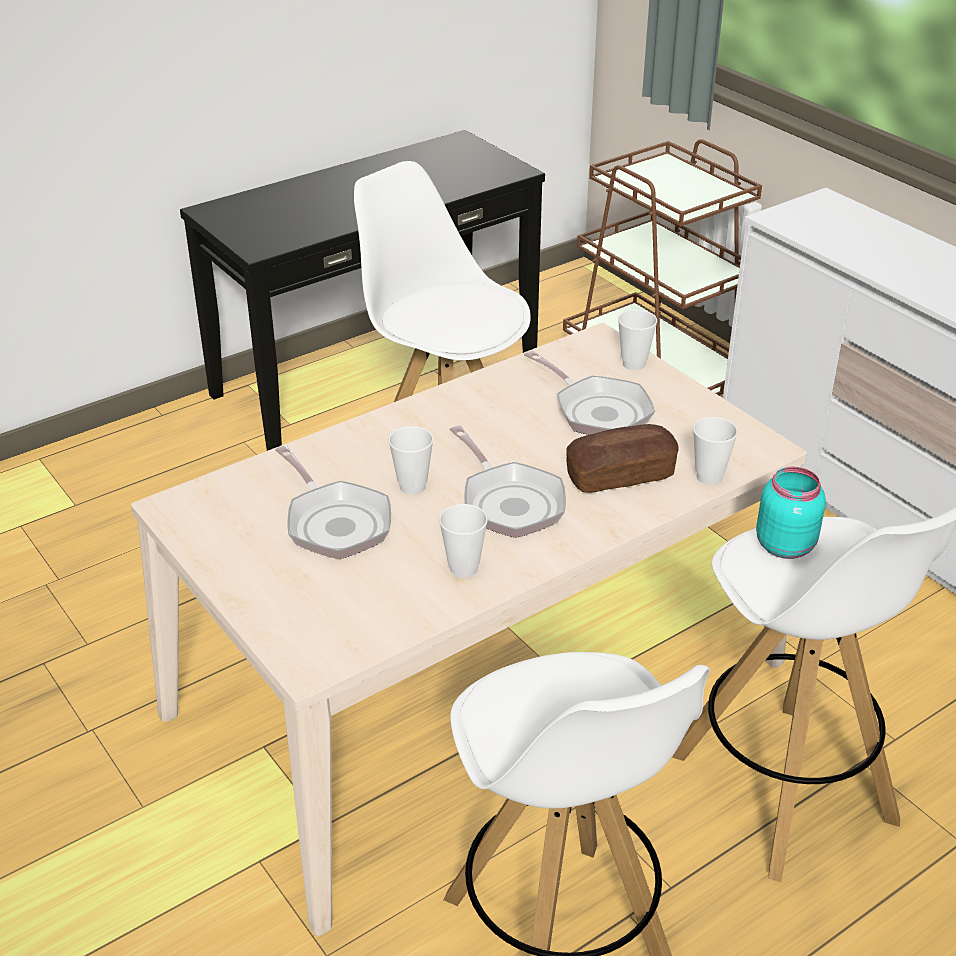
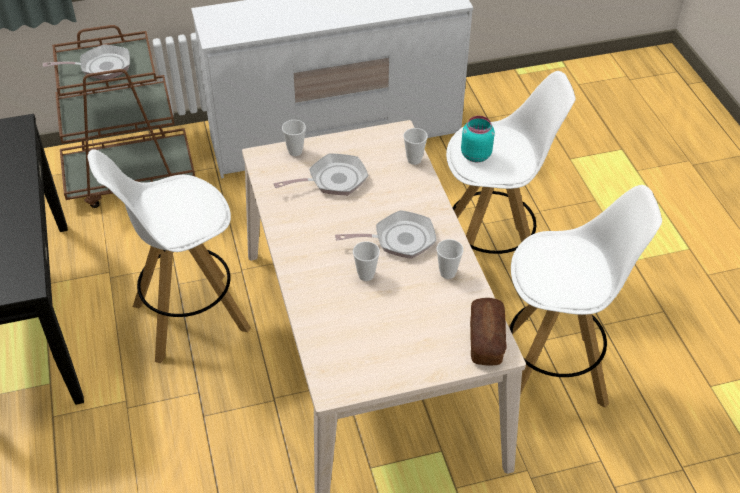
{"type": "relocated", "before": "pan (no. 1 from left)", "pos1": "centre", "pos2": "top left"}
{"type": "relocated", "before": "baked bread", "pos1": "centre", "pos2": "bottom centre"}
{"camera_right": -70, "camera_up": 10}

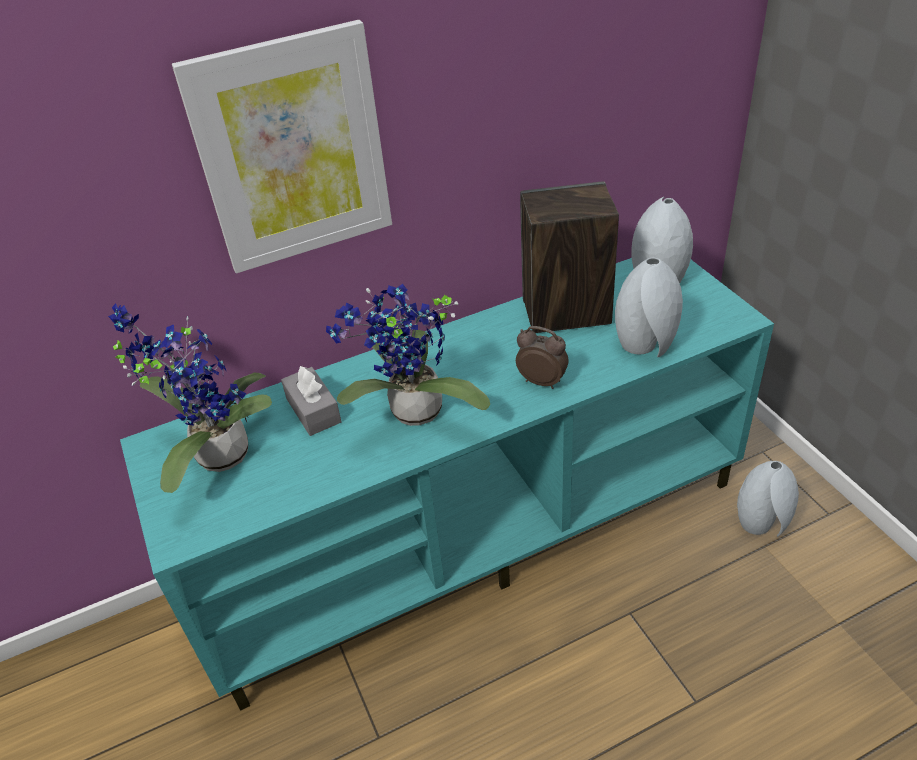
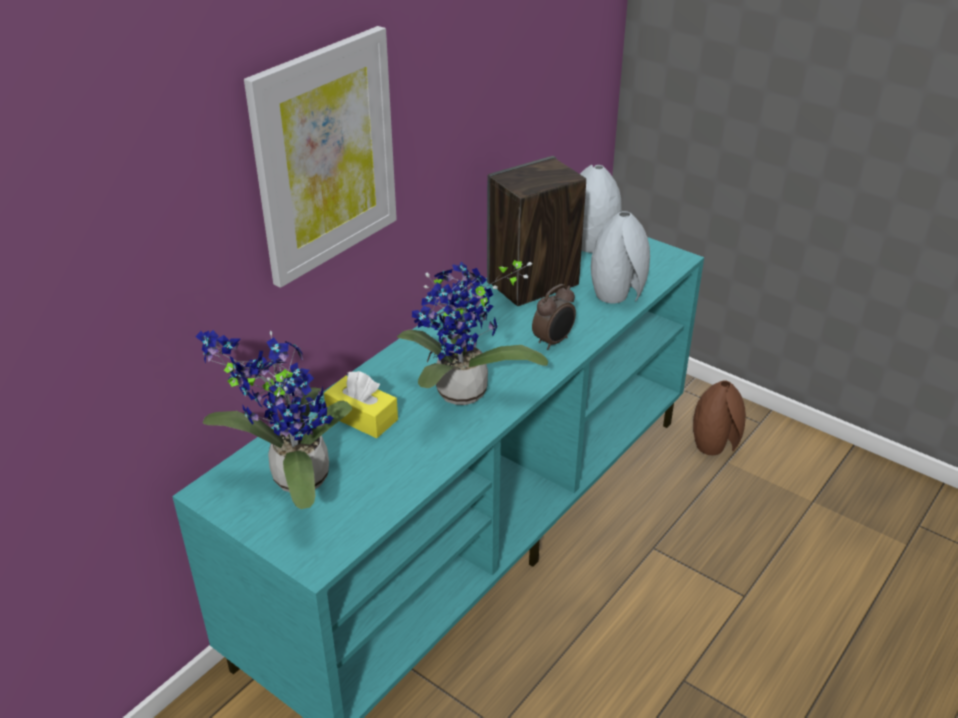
{"type": "colour", "before": "box of tissues (greyish)", "after": "box of tissues (yellowish)", "pos1": "centre", "pos2": "centre"}
{"type": "spun", "before": "table clock", "pos1": "centre", "pos2": "centre", "turn": 135}
{"type": "colour", "before": "flower vase (greyish) (no. 3 from left)", "after": "flower vase (brown-coloured)", "pos1": "middle right", "pos2": "middle right"}
{"camera_right": -30, "camera_up": -5}

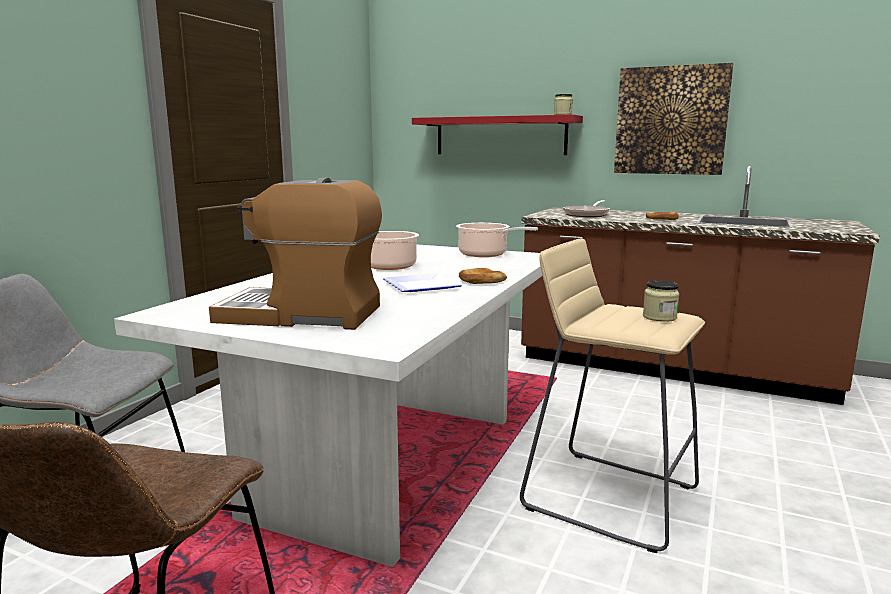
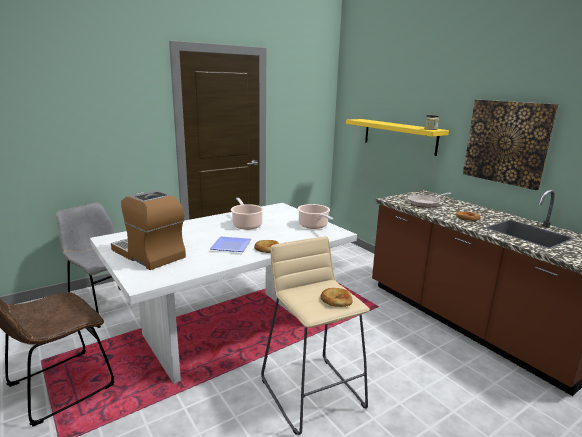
{"type": "exchanged", "before": "preserve jar (no. 2 from left)", "after": "baked bread (no. 2 from left)", "pos1": "middle right", "pos2": "bottom centre"}
{"type": "colour", "before": "shelf (reddish)", "after": "shelf (yellowish)", "pos1": "top centre", "pos2": "top right"}
{"camera_right": 30, "camera_up": 5}

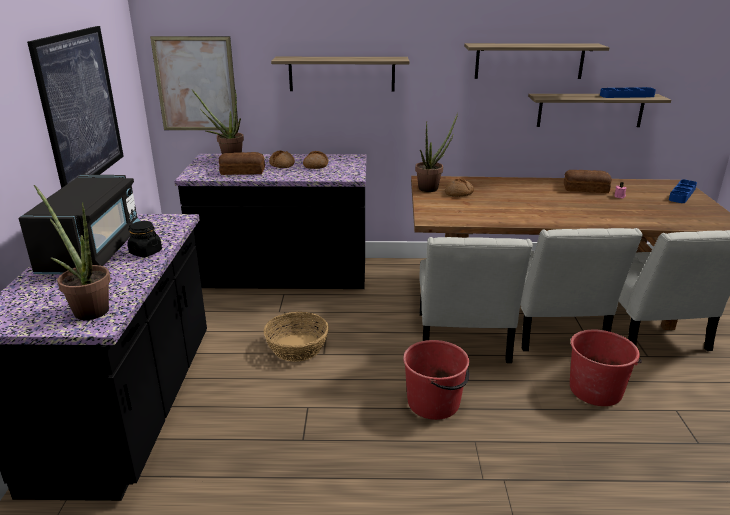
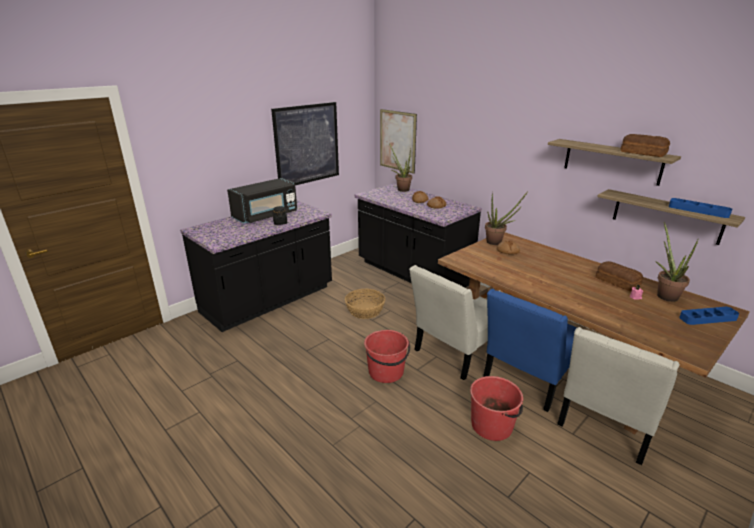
{"type": "colour", "before": "upright chair (whitish) (no. 2 from left)", "after": "upright chair (blue-coloured)", "pos1": "middle right", "pos2": "middle right"}
{"type": "relocated", "before": "baked bread (no. 1 from left in the first image)", "after": "baked bread (no. 5 from left)", "pos1": "top left", "pos2": "top right"}
{"type": "relocated", "before": "houseplant (no. 1 from left in the first image)", "after": "houseplant (no. 3 from left)", "pos1": "middle left", "pos2": "middle right"}
{"type": "missing", "before": "shelf (no. 1 from left)", "pos1": "top centre"}
{"camera_right": 45, "camera_up": 0}

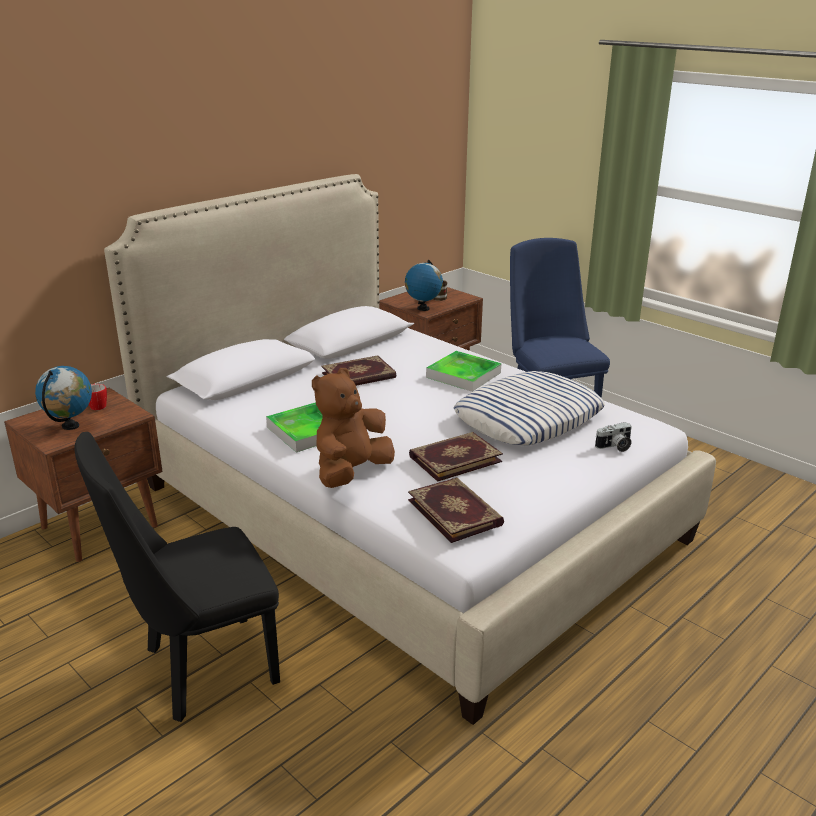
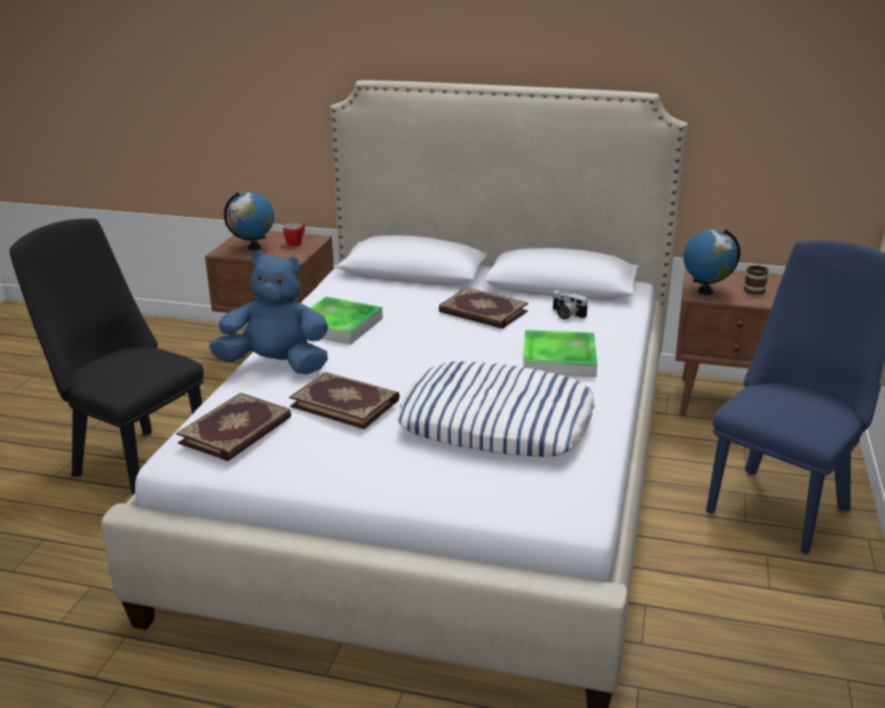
{"type": "colour", "before": "plush toy (brown-coloured)", "after": "plush toy (blue-coloured)", "pos1": "centre", "pos2": "middle left"}
{"type": "relocated", "before": "still camera", "pos1": "middle right", "pos2": "centre"}
{"camera_right": 60, "camera_up": 0}

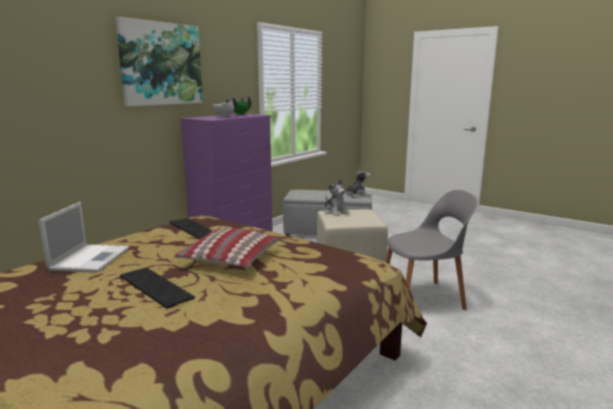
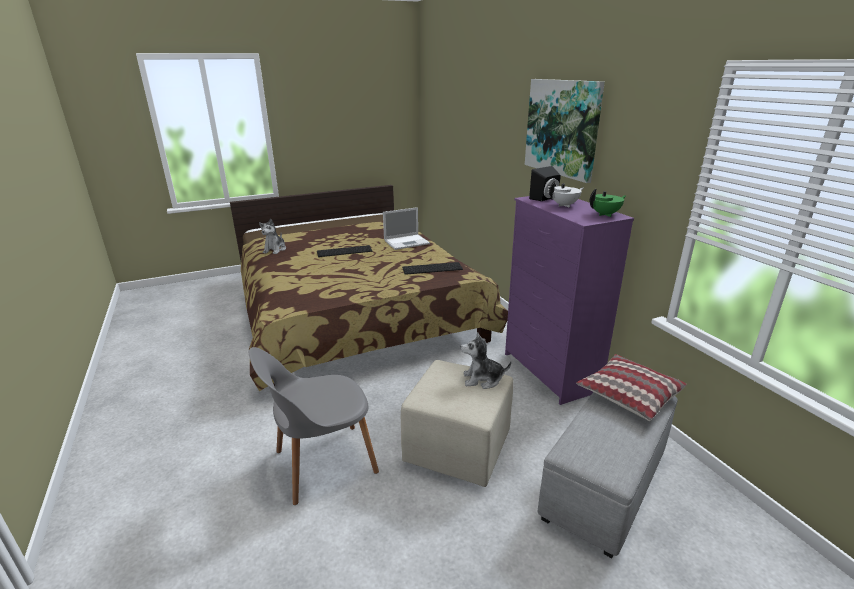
{"type": "spun", "before": "upright chair (greyish)", "pos1": "middle right", "pos2": "bottom centre", "turn": 45}
{"type": "relocated", "before": "plush toy (no. 2 from left in the first image)", "after": "plush toy (no. 1 from left)", "pos1": "centre", "pos2": "middle left"}
{"type": "spun", "before": "portable computer", "pos1": "middle left", "pos2": "centre", "turn": -60}
{"type": "appeared", "after": "audio speaker (black-coloured)", "pos2": "top centre"}
{"type": "relocated", "before": "pillow", "pos1": "centre", "pos2": "middle right"}
{"camera_right": 120, "camera_up": 10}

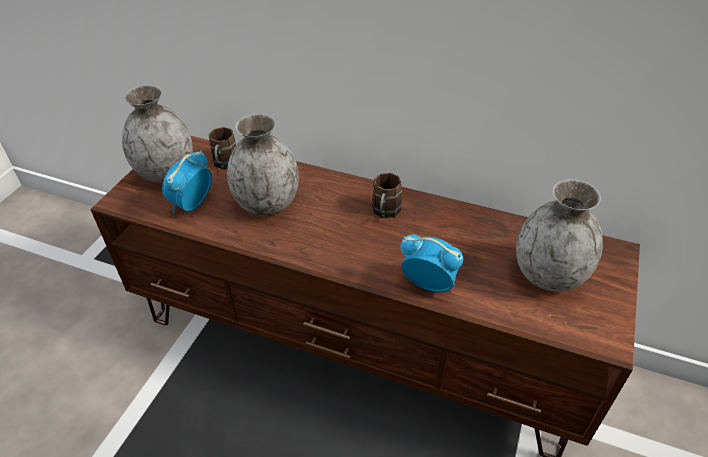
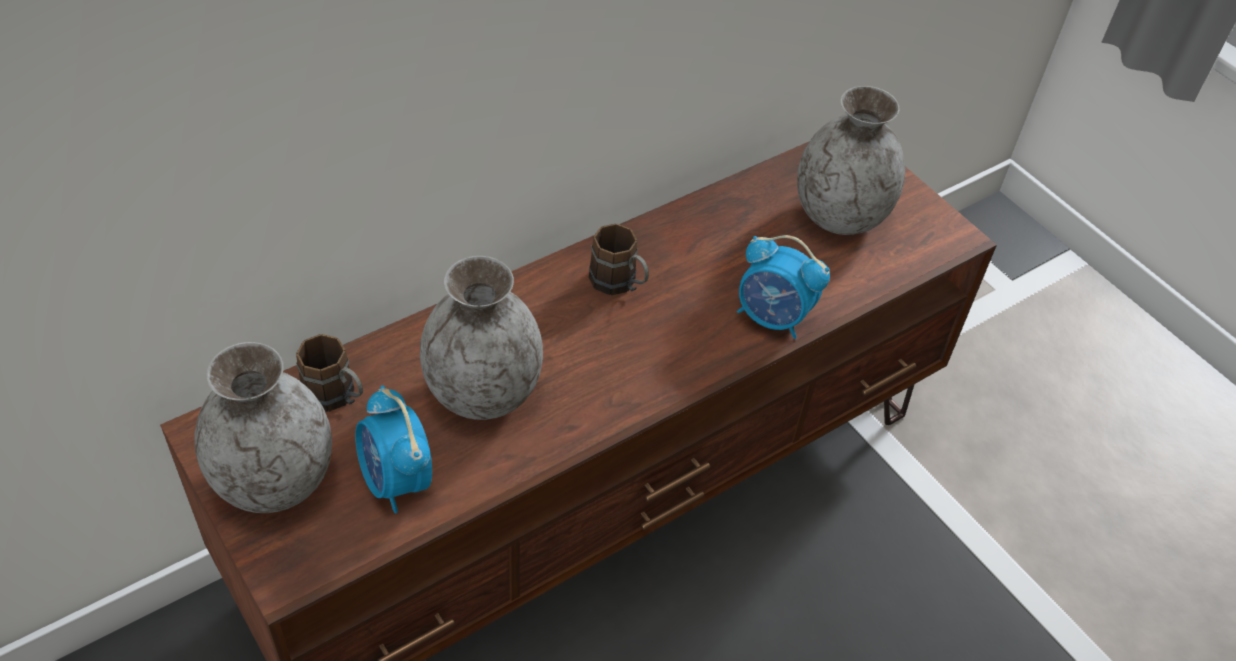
{"type": "spun", "before": "table clock (no. 2 from left)", "pos1": "centre", "pos2": "centre", "turn": -120}
{"camera_right": -60, "camera_up": 5}

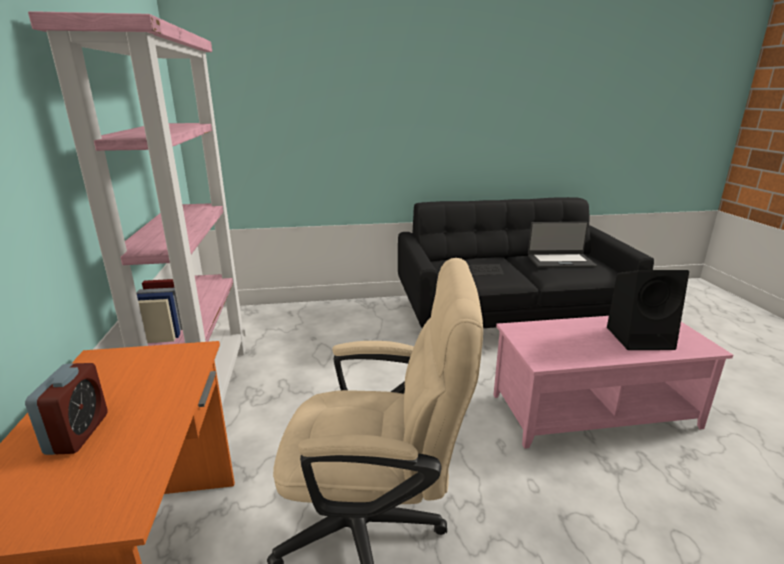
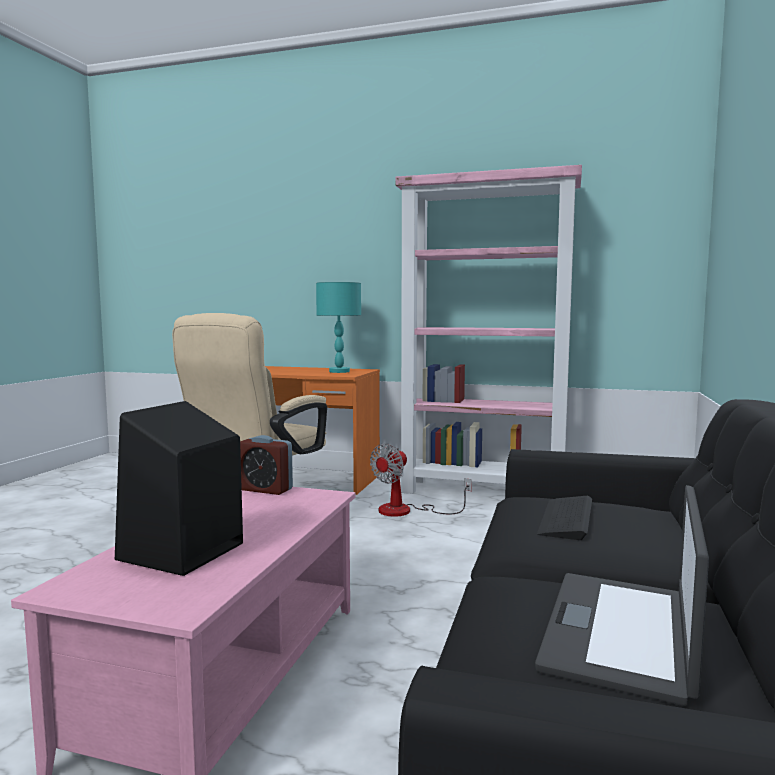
{"type": "relocated", "before": "table clock", "pos1": "bottom left", "pos2": "centre"}
{"type": "appeared", "after": "table lamp (turquoise-coloured)", "pos2": "centre"}
{"type": "appeared", "after": "fan", "pos2": "centre"}
{"camera_right": 115, "camera_up": -15}

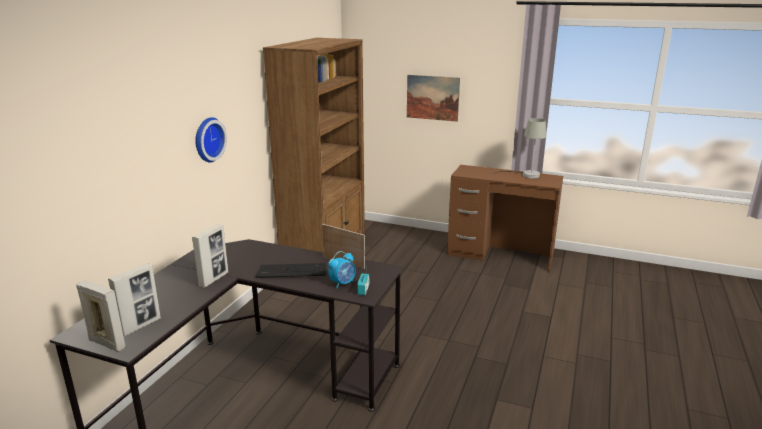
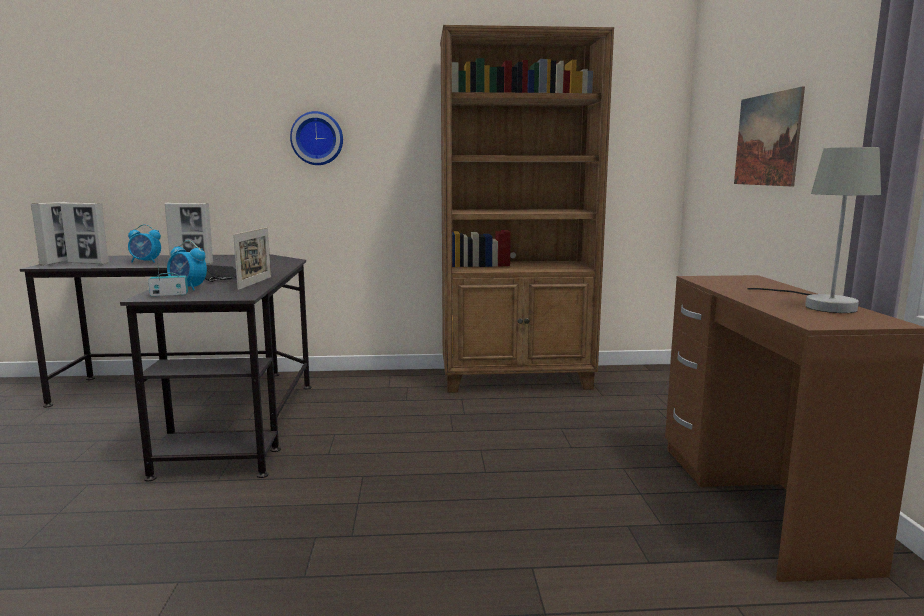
{"type": "appeared", "after": "table clock (no. 1 from left)", "pos2": "middle left"}
{"camera_right": 65, "camera_up": -10}

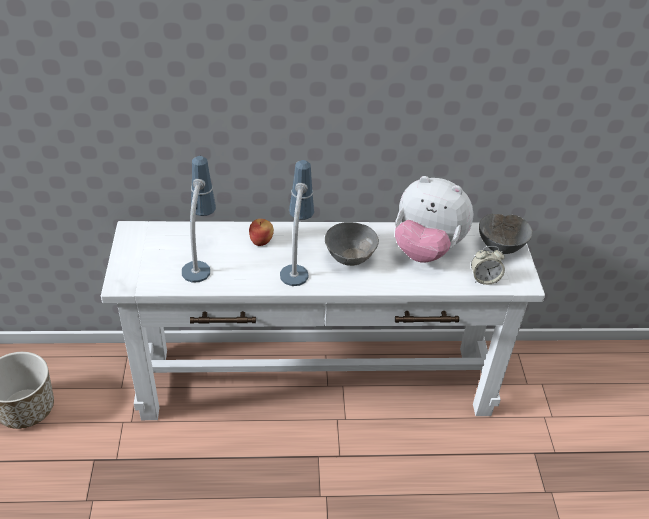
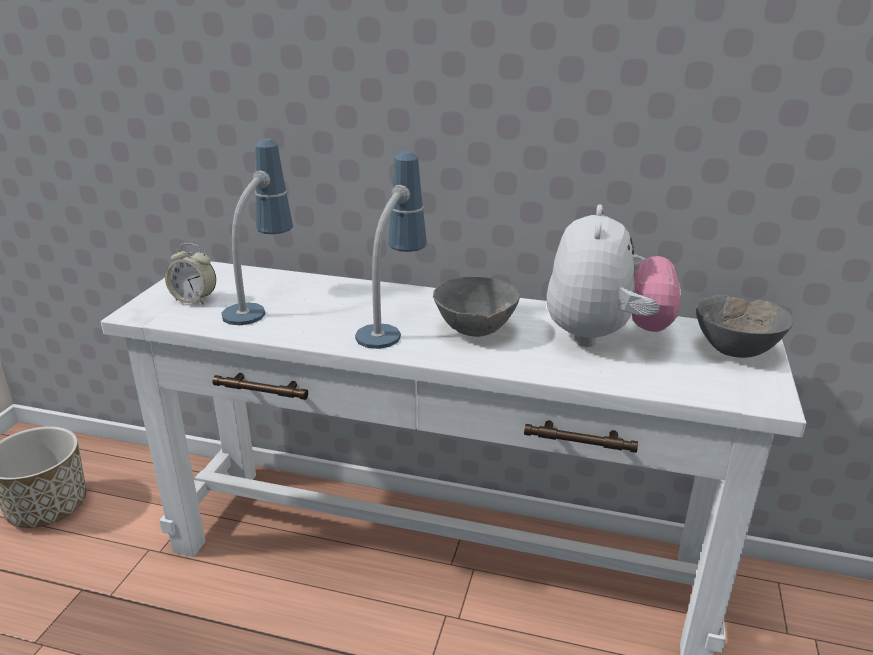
{"type": "relocated", "before": "table clock", "pos1": "middle right", "pos2": "middle left"}
{"type": "spun", "before": "plush toy", "pos1": "middle right", "pos2": "middle right", "turn": -120}
{"type": "missing", "before": "apple", "pos1": "centre"}
{"camera_right": 20, "camera_up": -15}

